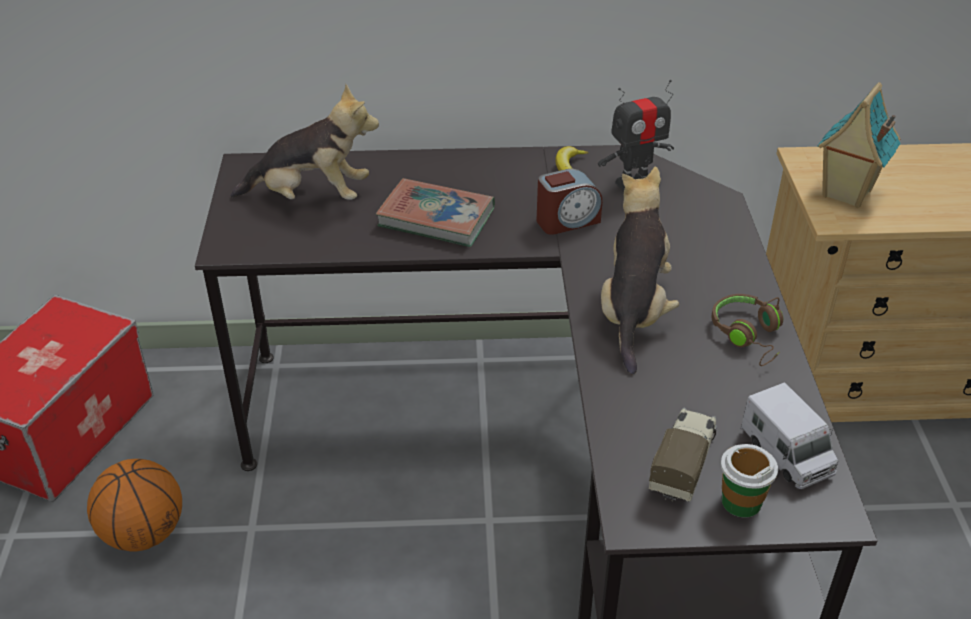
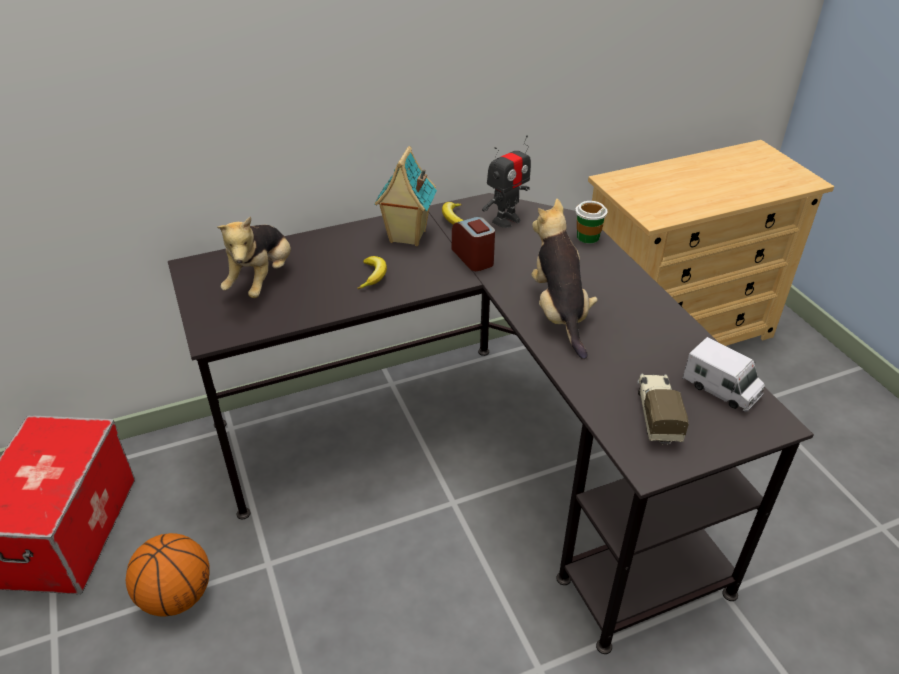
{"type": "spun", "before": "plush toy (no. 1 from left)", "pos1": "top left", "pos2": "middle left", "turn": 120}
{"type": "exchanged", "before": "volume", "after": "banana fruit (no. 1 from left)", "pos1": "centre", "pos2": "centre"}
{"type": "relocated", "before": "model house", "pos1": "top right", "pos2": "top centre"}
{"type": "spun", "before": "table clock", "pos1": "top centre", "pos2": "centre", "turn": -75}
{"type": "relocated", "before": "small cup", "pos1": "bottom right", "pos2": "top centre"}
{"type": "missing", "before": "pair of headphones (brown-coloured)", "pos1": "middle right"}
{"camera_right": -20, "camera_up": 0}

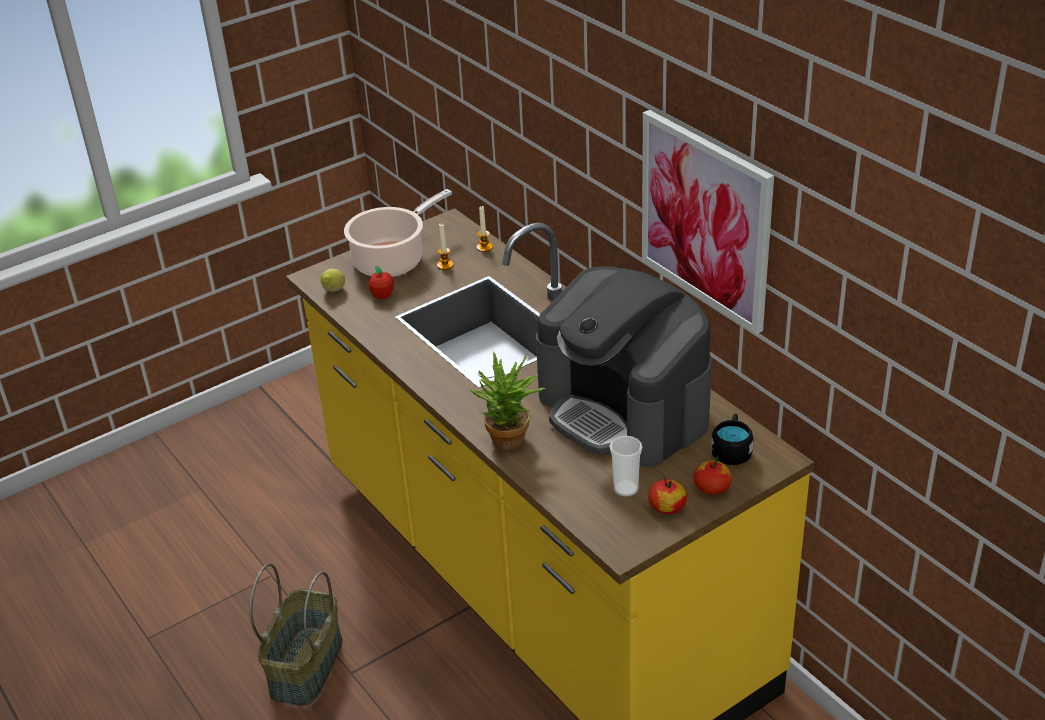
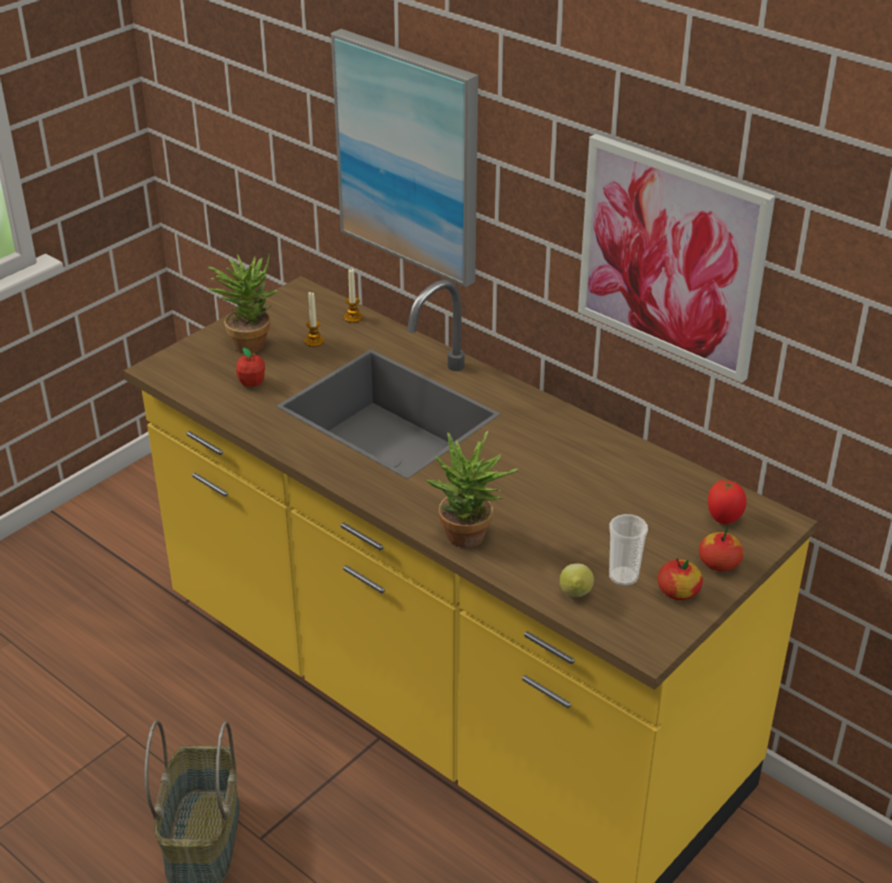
{"type": "exchanged", "before": "saucepot", "after": "houseplant (no. 1 from left)", "pos1": "top centre", "pos2": "middle left"}
{"type": "appeared", "after": "wall picture (no. 1 from left)", "pos2": "top centre"}
{"type": "relocated", "before": "lemon", "pos1": "middle left", "pos2": "centre"}
{"type": "exchanged", "before": "mug (black-coloured)", "after": "whole tomato", "pos1": "middle right", "pos2": "middle right"}
{"type": "missing", "before": "coffee machine", "pos1": "centre"}
{"camera_right": -15, "camera_up": 0}

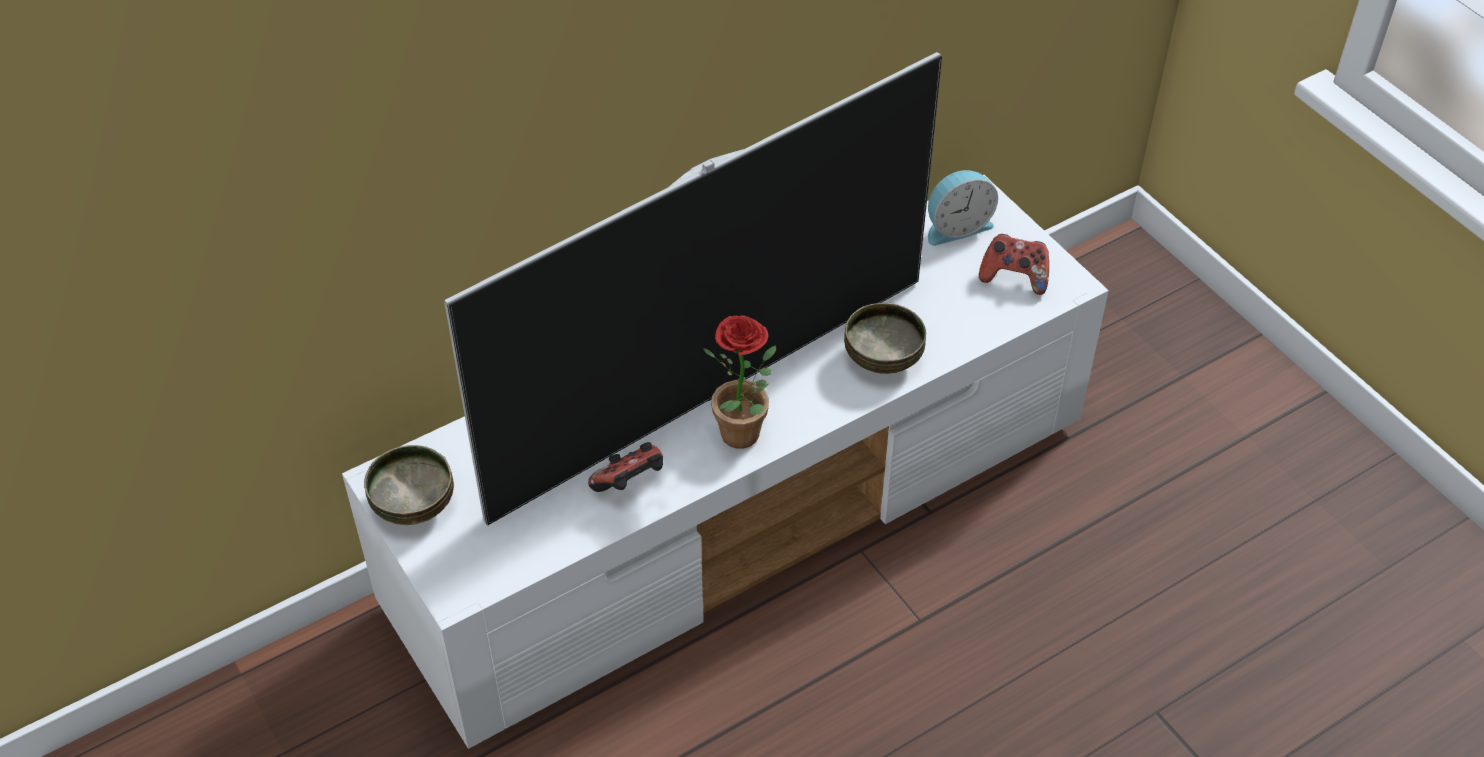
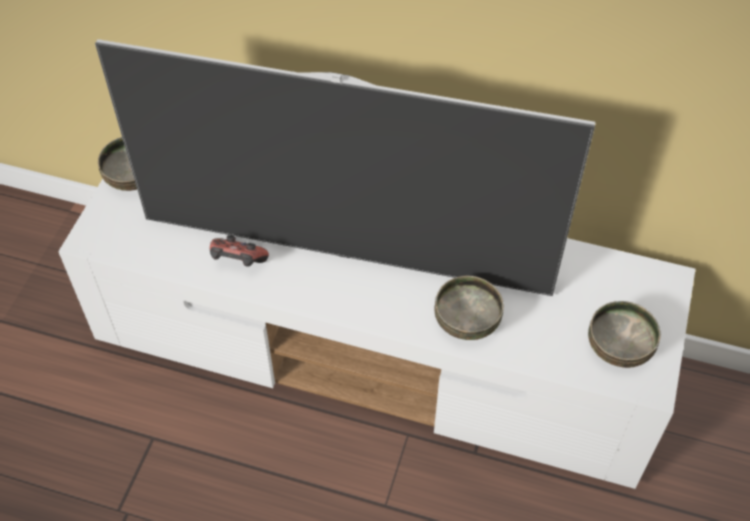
{"type": "exchanged", "before": "joypad (no. 2 from left)", "after": "bowl (no. 3 from left)", "pos1": "middle right", "pos2": "middle right"}
{"type": "missing", "before": "houseplant", "pos1": "centre"}
{"type": "missing", "before": "table clock", "pos1": "top centre"}
{"camera_right": 50, "camera_up": 5}

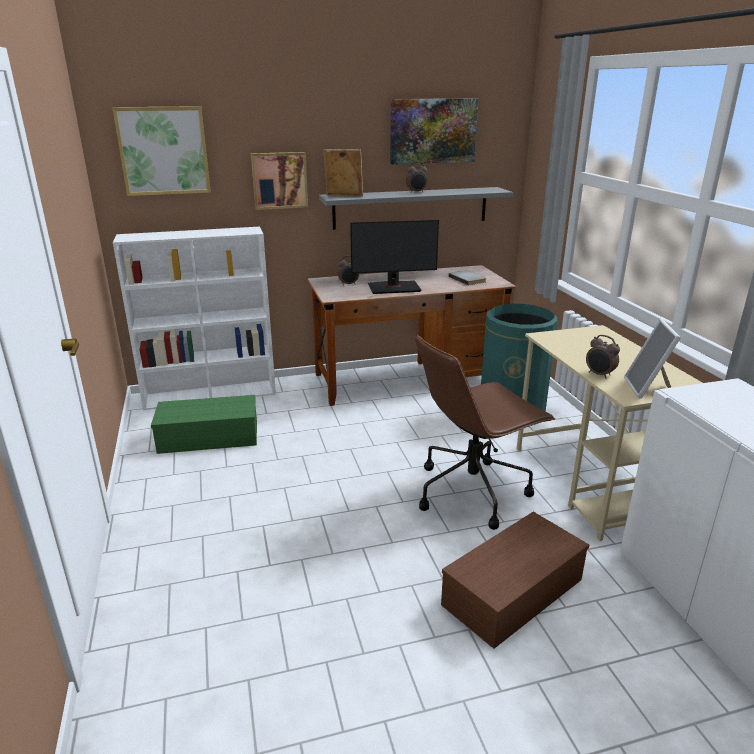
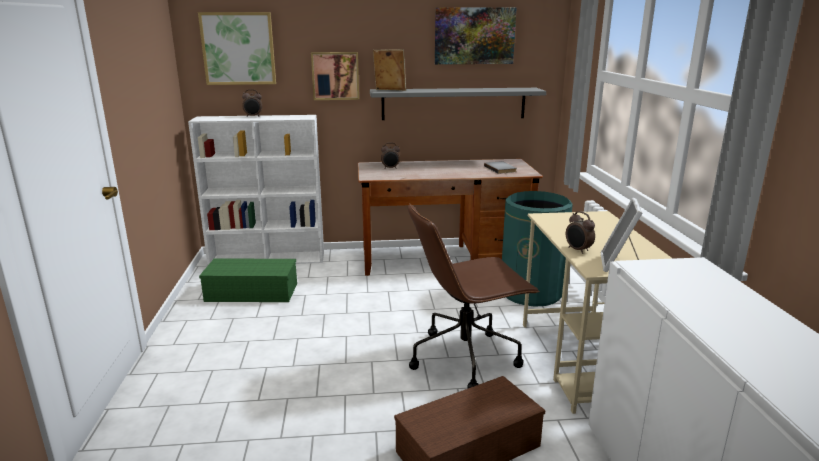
{"type": "relocated", "before": "table clock (no. 2 from left in the first image)", "after": "table clock (no. 1 from left)", "pos1": "top centre", "pos2": "top left"}
{"type": "missing", "before": "computer screen", "pos1": "centre"}
{"camera_right": 10, "camera_up": -5}

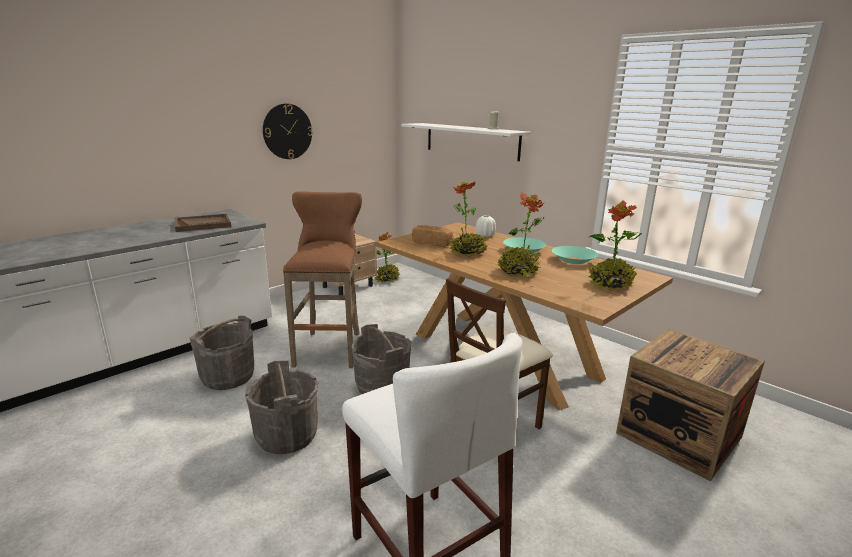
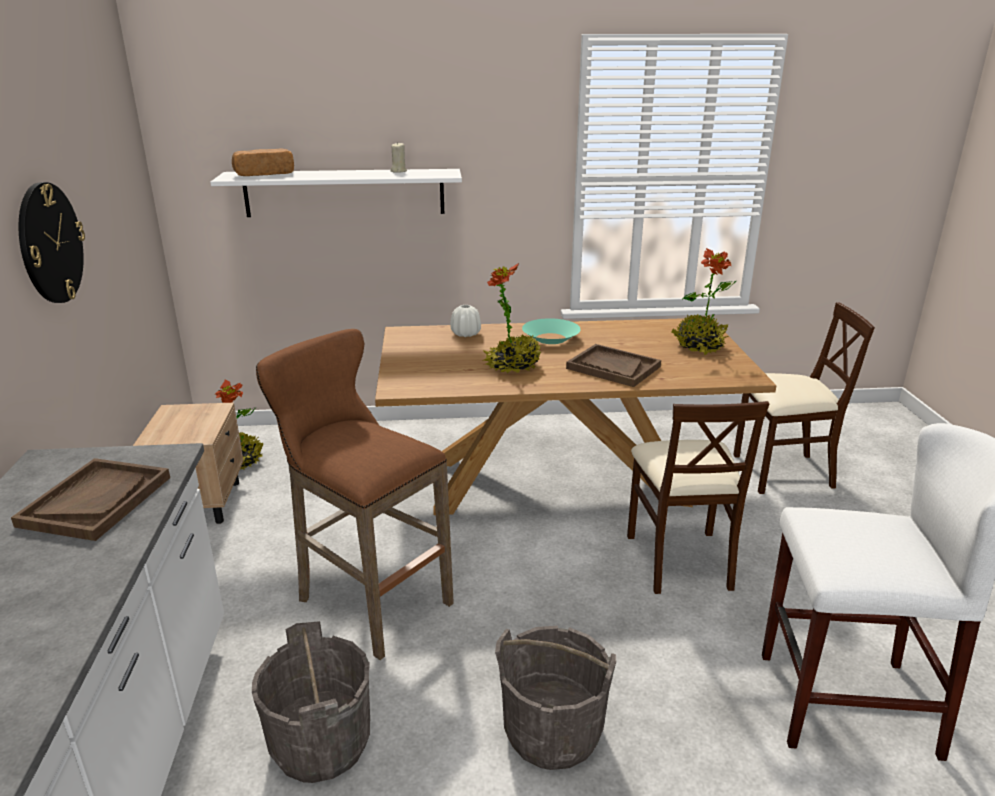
{"type": "relocated", "before": "baked bread", "pos1": "centre", "pos2": "top left"}
{"type": "exchanged", "before": "houseplant (no. 3 from left)", "after": "carrying tray (brown-coloured) (no. 2 from left)", "pos1": "centre", "pos2": "centre"}
{"type": "exchanged", "before": "packing crate", "after": "upright chair (beige) (no. 2 from left)", "pos1": "bottom right", "pos2": "middle right"}
{"type": "missing", "before": "water bucket (greyish) (no. 3 from left)", "pos1": "centre"}
{"type": "missing", "before": "bowl (turquoise-coloured) (no. 2 from left)", "pos1": "middle right"}
{"camera_right": -50, "camera_up": 5}

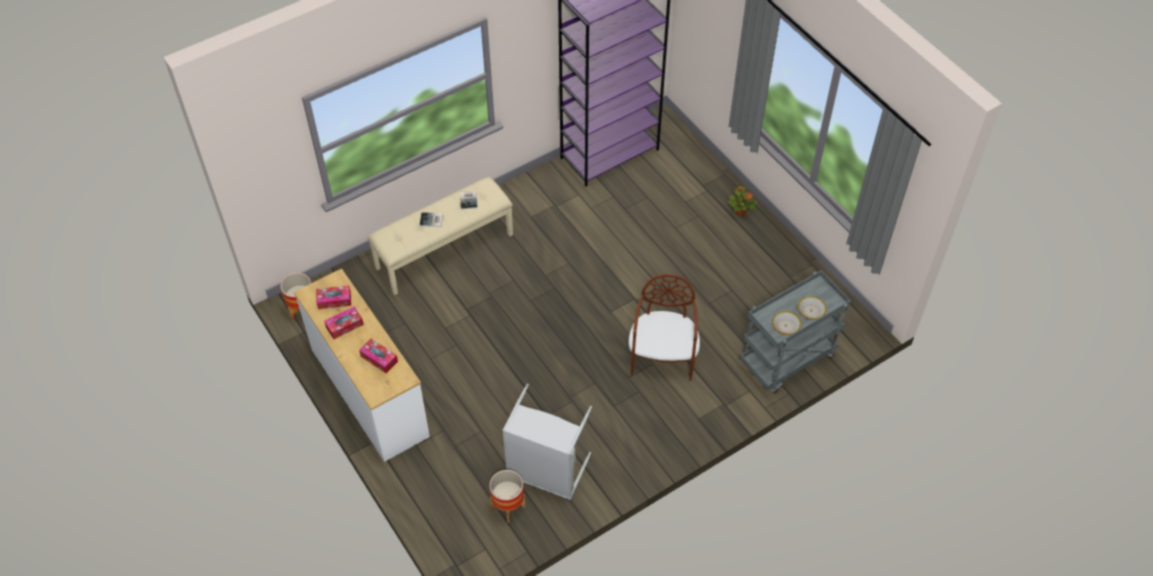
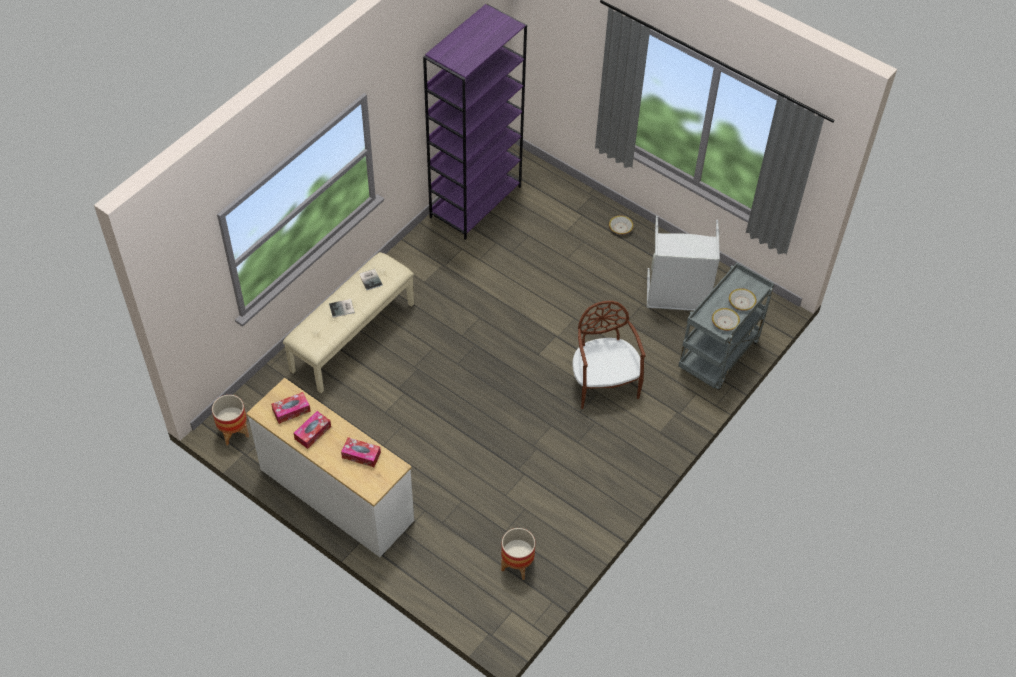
{"type": "exchanged", "before": "houseplant", "after": "bowl (no. 1 from left)", "pos1": "centre", "pos2": "top centre"}
{"type": "relocated", "before": "washing basket (greyish)", "pos1": "bottom centre", "pos2": "middle right"}
{"camera_right": -20, "camera_up": 0}

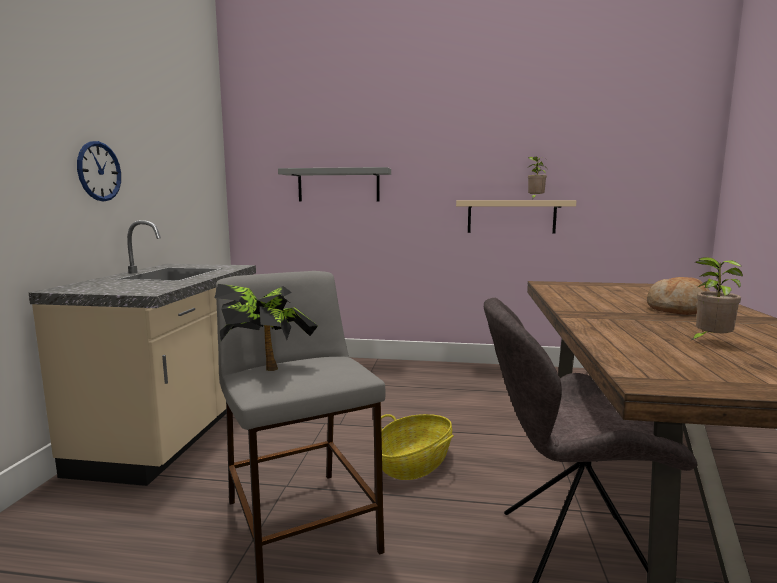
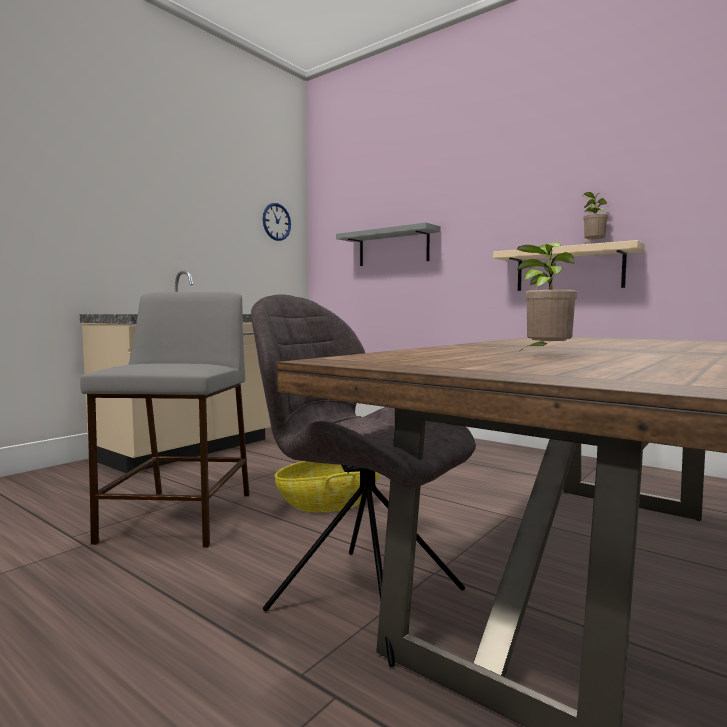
{"type": "relocated", "before": "wall clock", "pos1": "top left", "pos2": "top centre"}
{"type": "missing", "before": "houseplant (no. 1 from left)", "pos1": "centre"}
{"type": "missing", "before": "baked bread", "pos1": "middle right"}
{"camera_right": 30, "camera_up": -5}

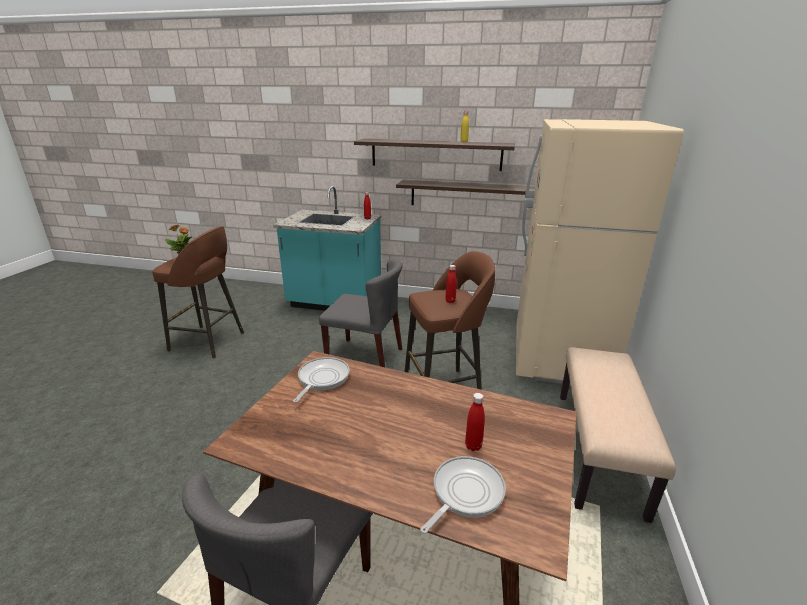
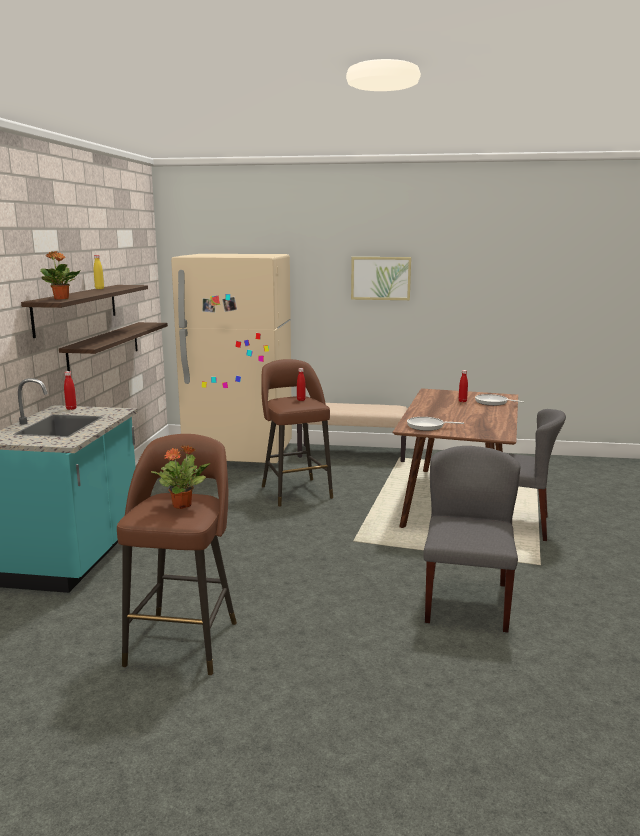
{"type": "appeared", "after": "houseplant (no. 1 from left)", "pos2": "top left"}
{"type": "appeared", "after": "wall picture", "pos2": "top centre"}
{"type": "relocated", "before": "upright chair (greyish) (no. 2 from left in the first image)", "after": "upright chair (greyish) (no. 1 from left)", "pos1": "centre", "pos2": "middle right"}
{"camera_right": -95, "camera_up": -10}

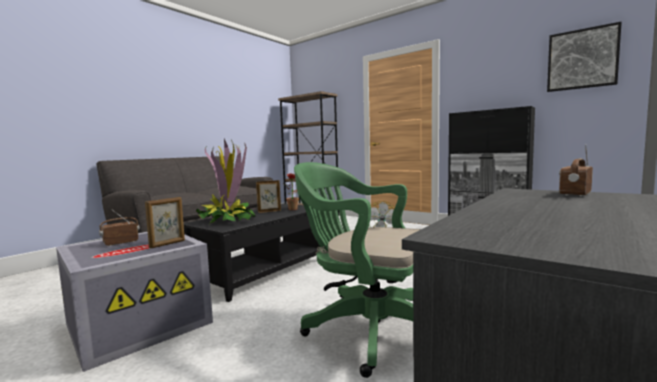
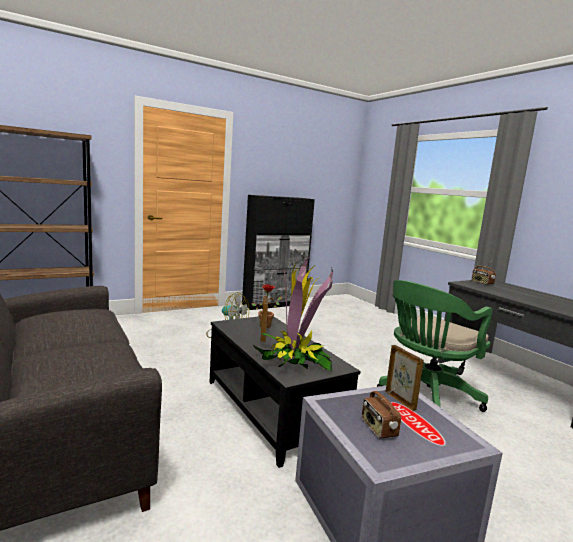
{"type": "missing", "before": "wall picture", "pos1": "top right"}
{"camera_right": -70, "camera_up": 5}

